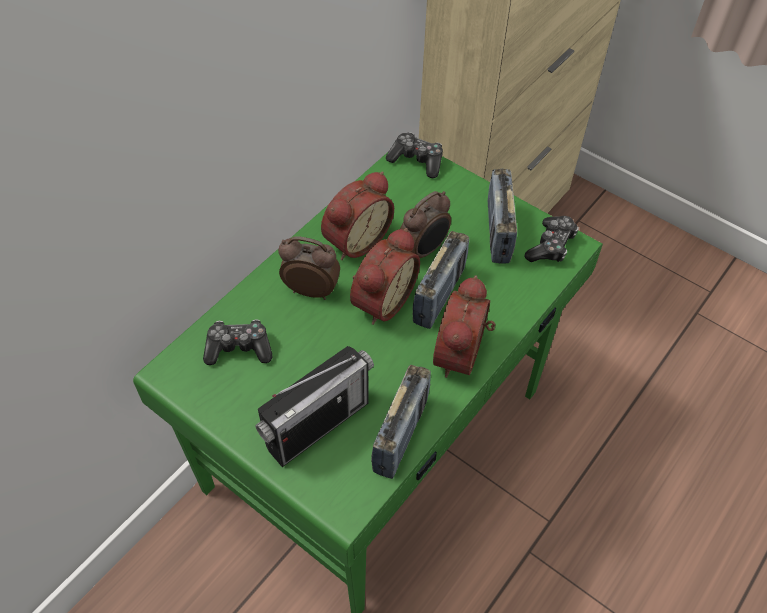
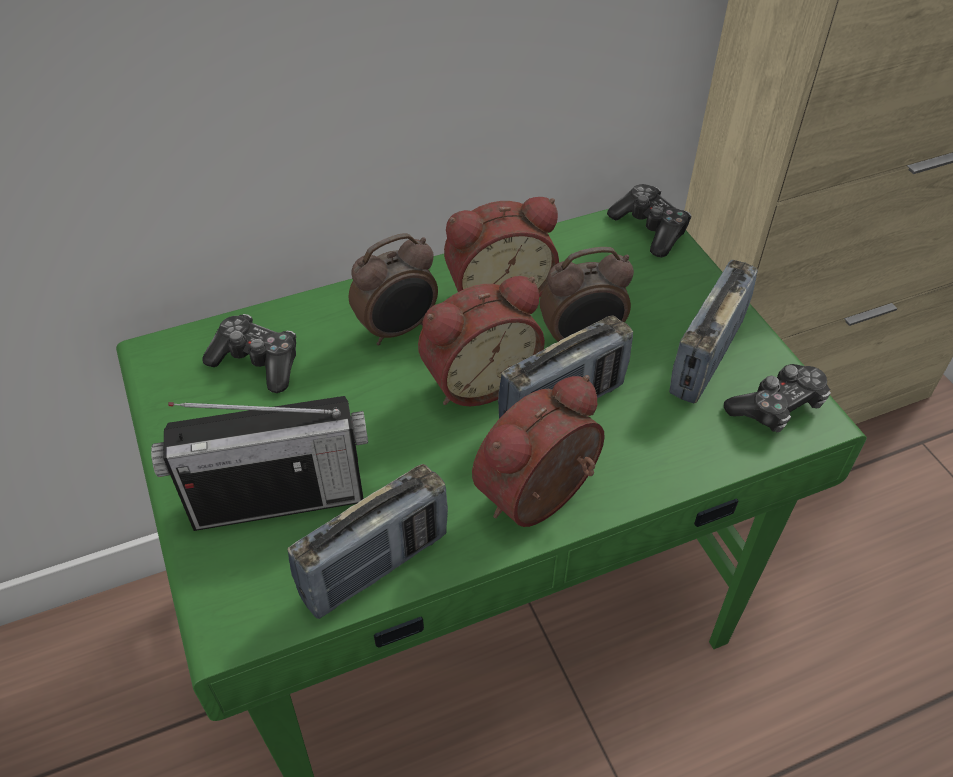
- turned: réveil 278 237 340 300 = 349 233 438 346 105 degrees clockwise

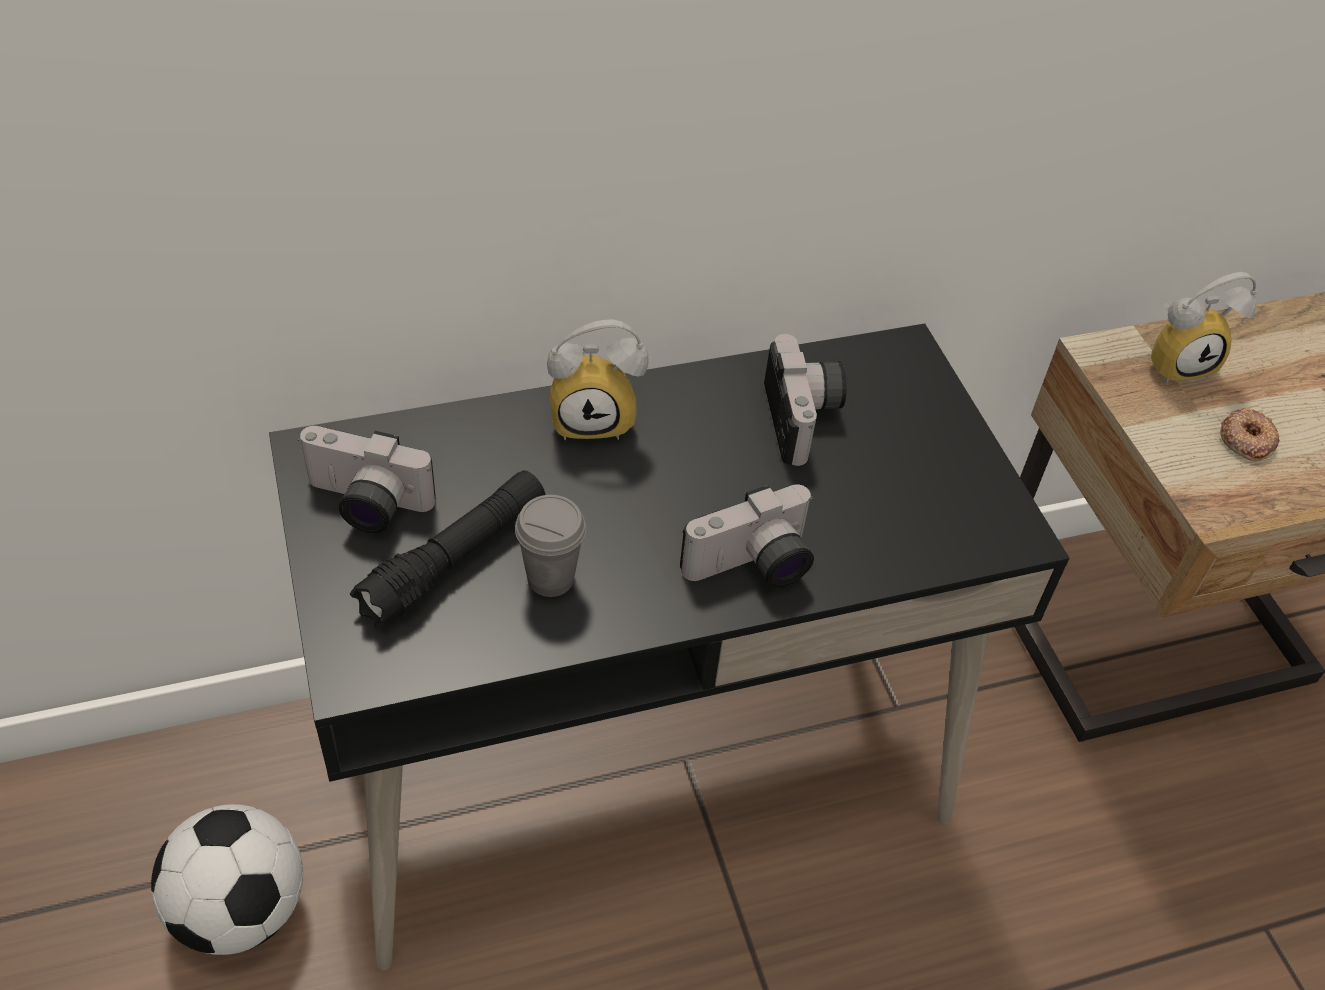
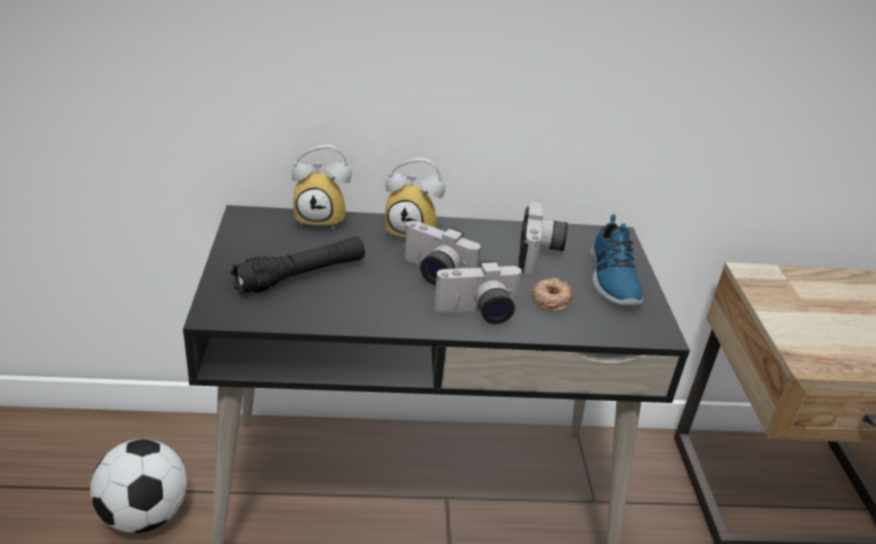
- moved: réveil 1151 272 1257 384 to 292 144 352 229
- moved: beignet 1220 408 1280 461 to 531 278 573 311
- moved: appareil photo 297 426 436 533 to 404 221 481 285
- removed: tasse/gris 515 495 586 597
- added: chaussure 590 214 643 305

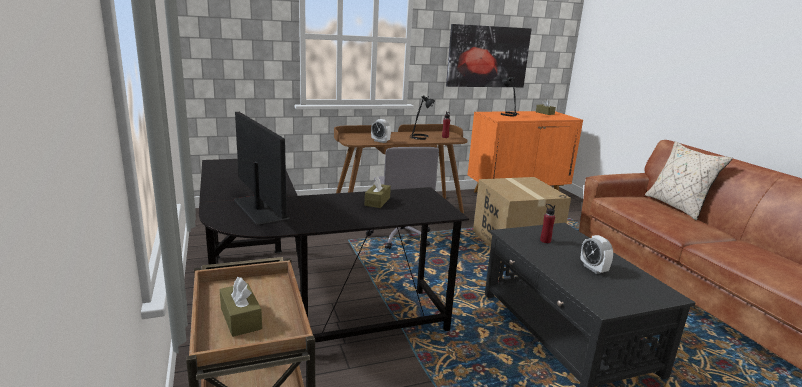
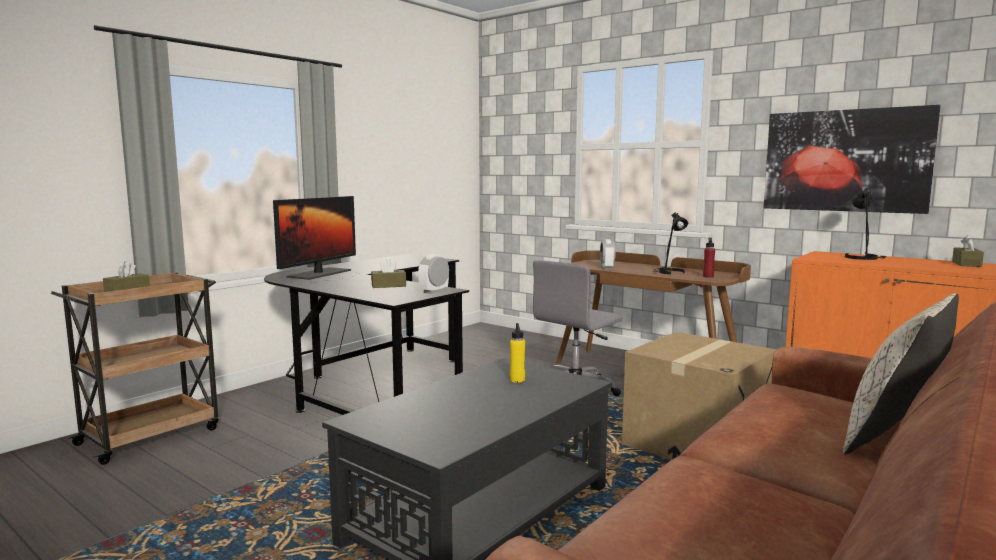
- recoloured: bouteille/rouge 540 204 555 243 to bouteille/jaune 510 323 525 383
- moved: réveil 580 235 613 274 to 418 254 449 294

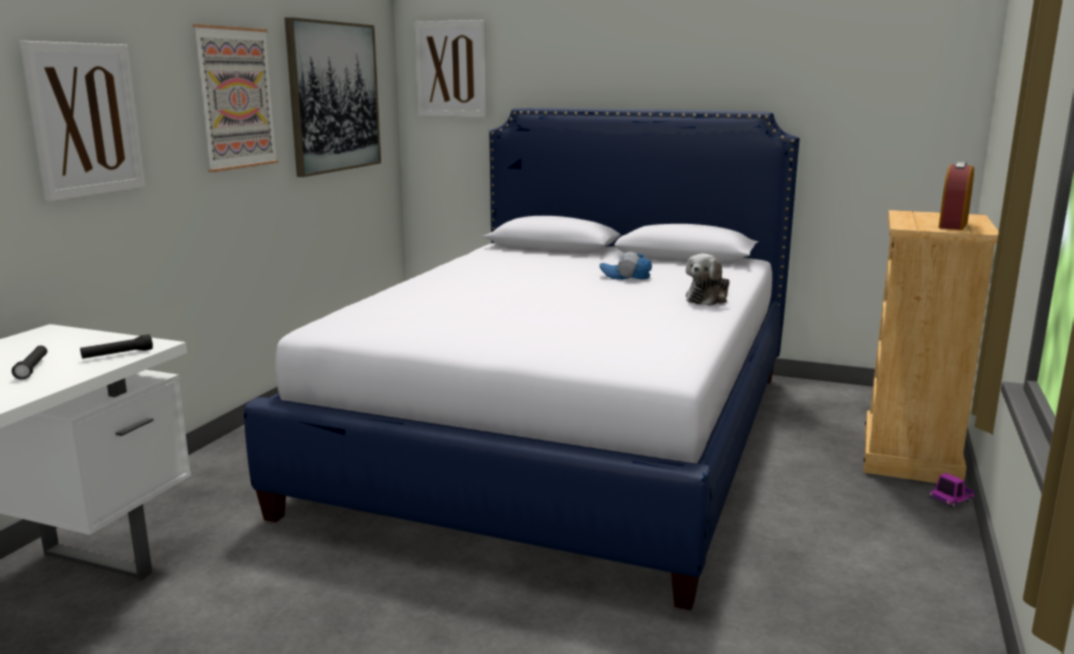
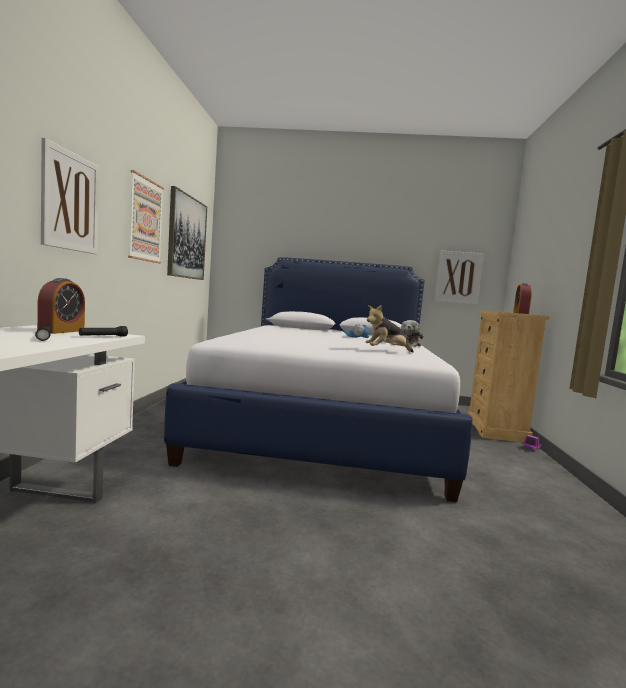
- moved: tableau 415 20 487 118 to 435 251 484 305
- added: réveil 37 278 85 334
- added: peluche 365 305 414 353

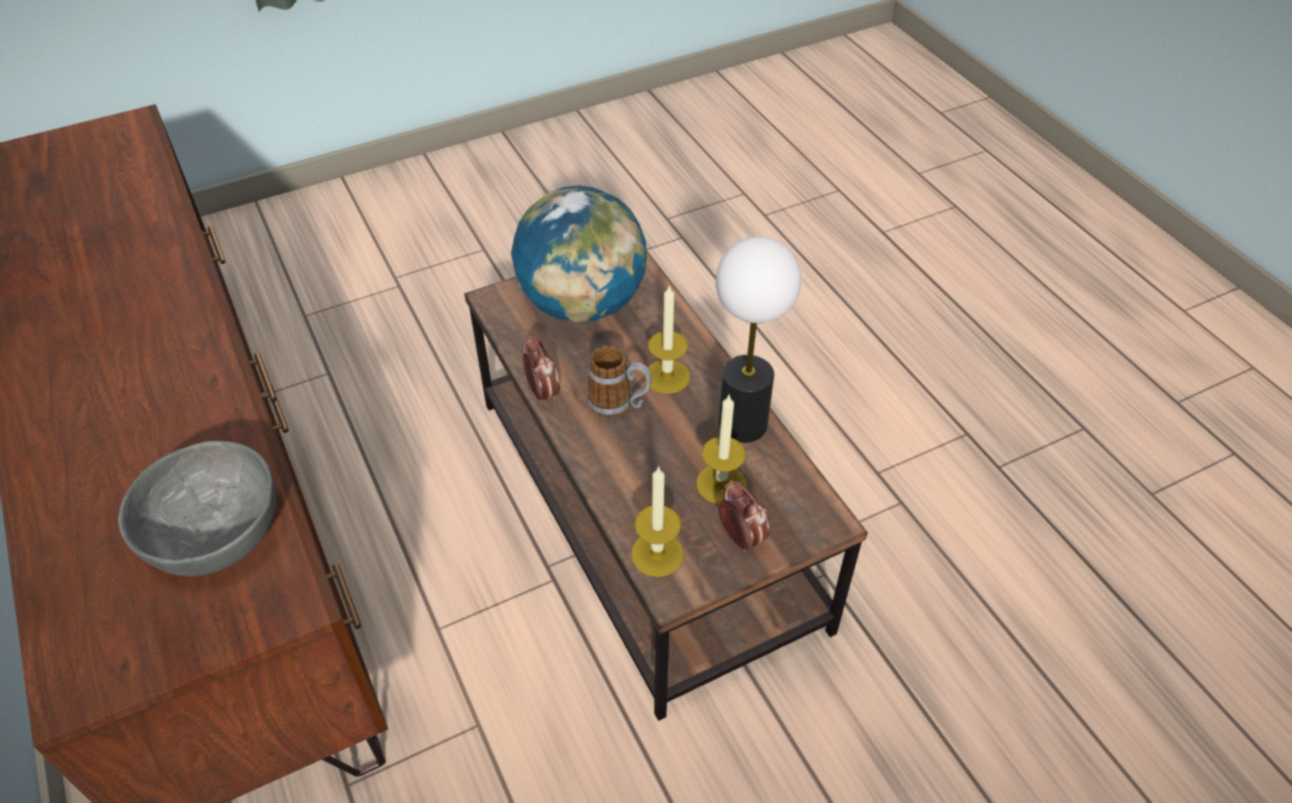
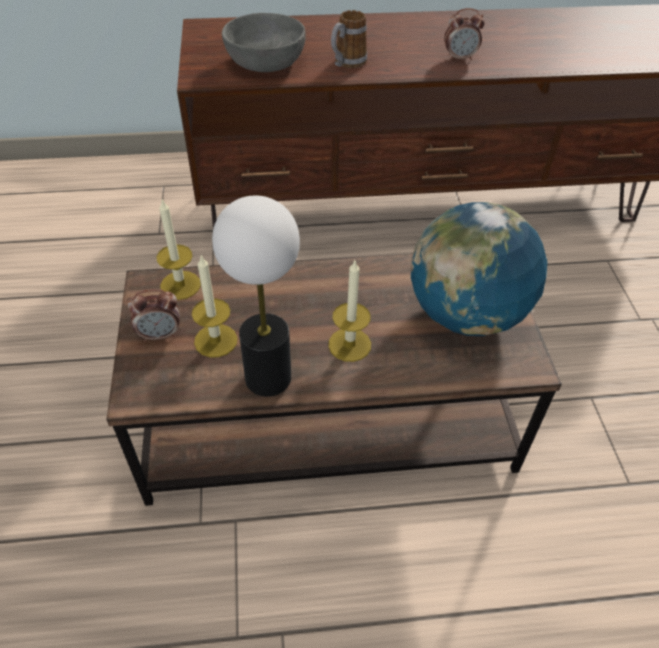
- moved: réveil 523 336 560 404 to 444 8 485 61
- moved: mug 587 346 652 418 to 331 10 367 68

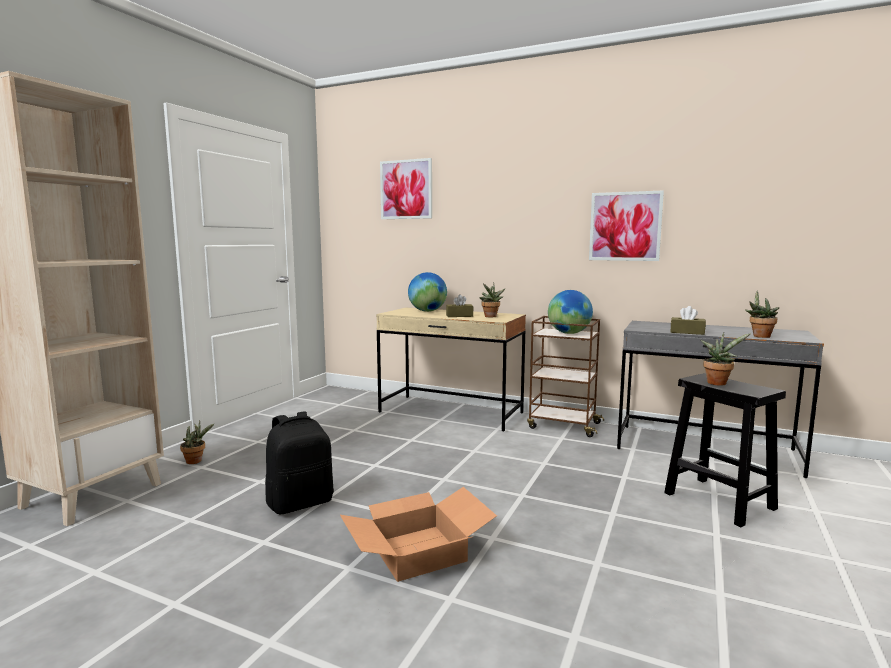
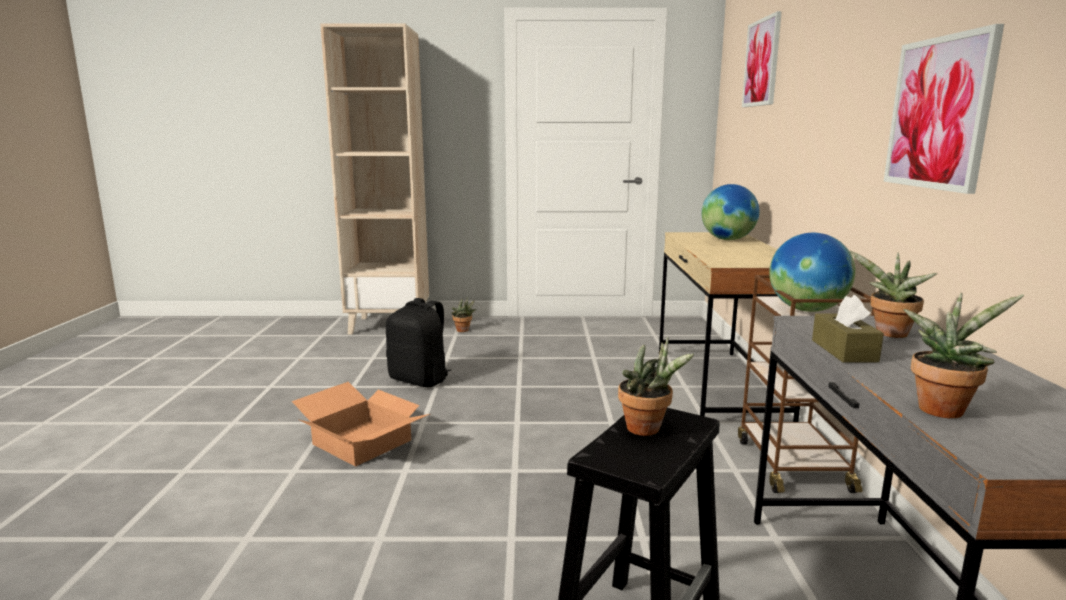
- moved: plante en pot 479 283 506 317 to 849 251 937 338
- removed: boîte à mouchoirs/marron 446 295 473 317

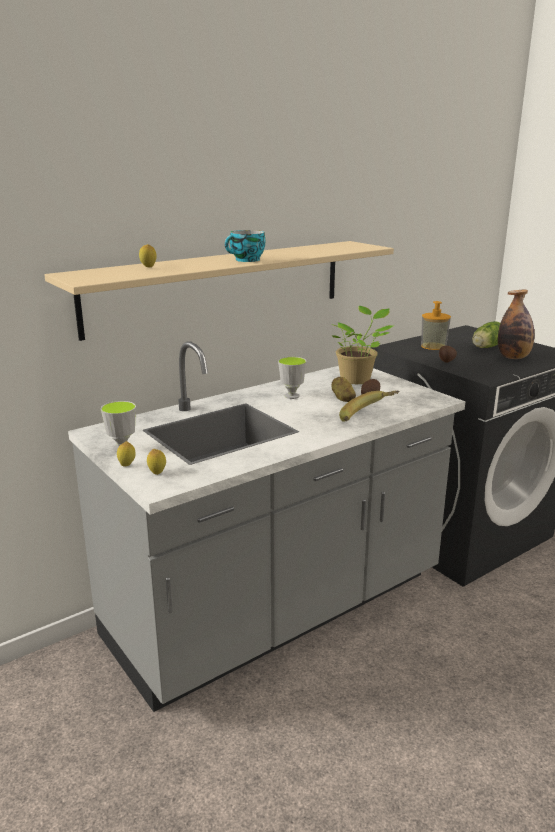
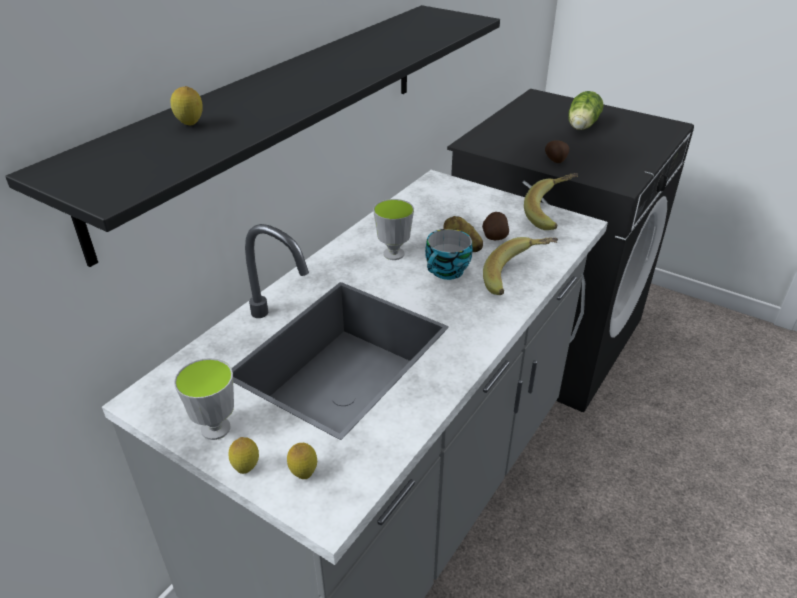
- moved: tasse 225 230 265 262 to 425 229 472 280
- recoloured: étagère/beige 44 241 394 341 to étagère/noir 5 5 500 267
- removed: bouteille 498 290 534 359
- removed: distributeur de savon 421 301 451 350
- removed: plante en pot 331 306 393 384
- added: banane 524 173 578 230

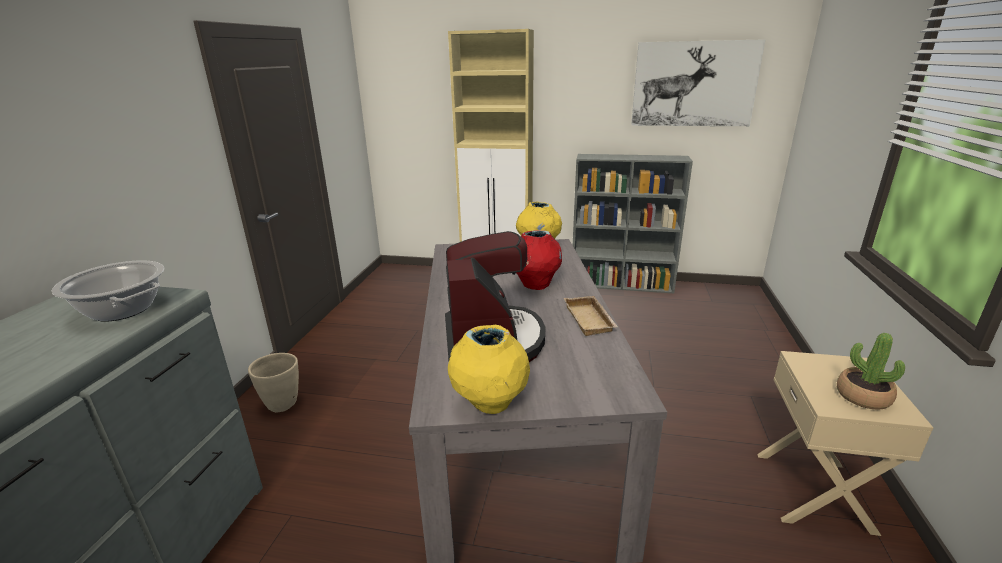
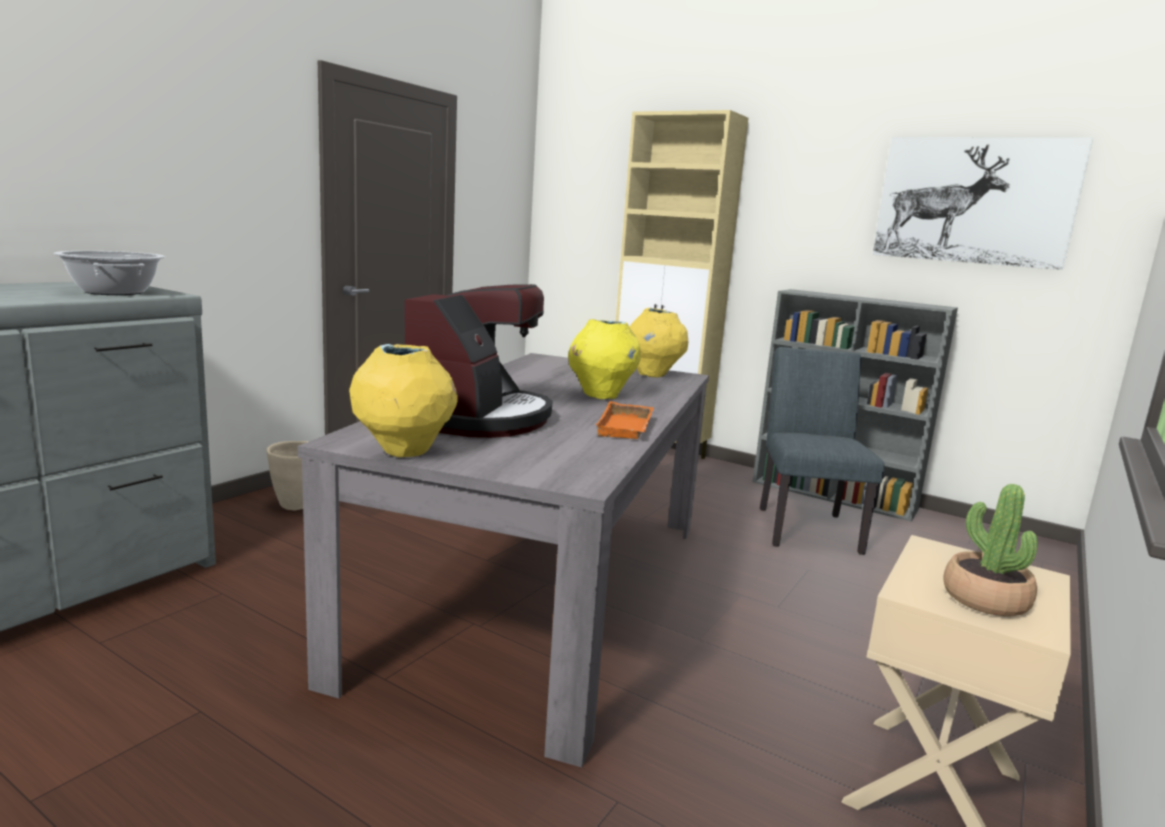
- recoloured: vase/rouge 516 230 562 290 to vase/jaune 568 319 641 399
- recoloured: plateau/beige 564 296 618 336 to plateau/orange 595 401 654 439
- added: chaise/gris 760 347 884 555

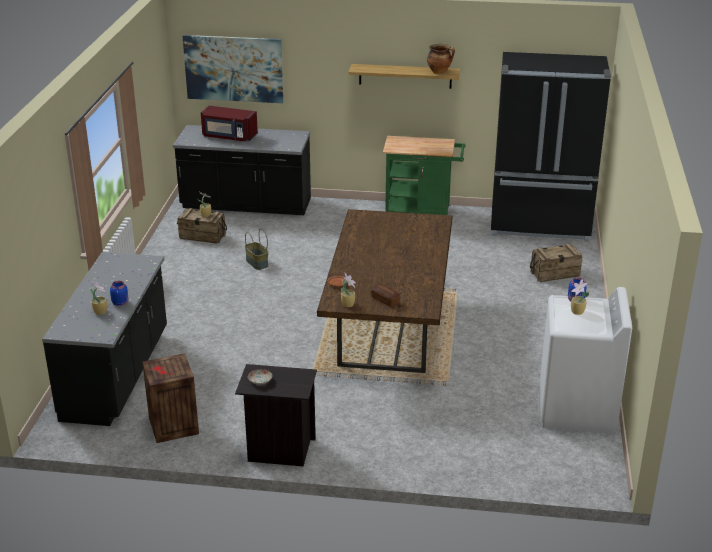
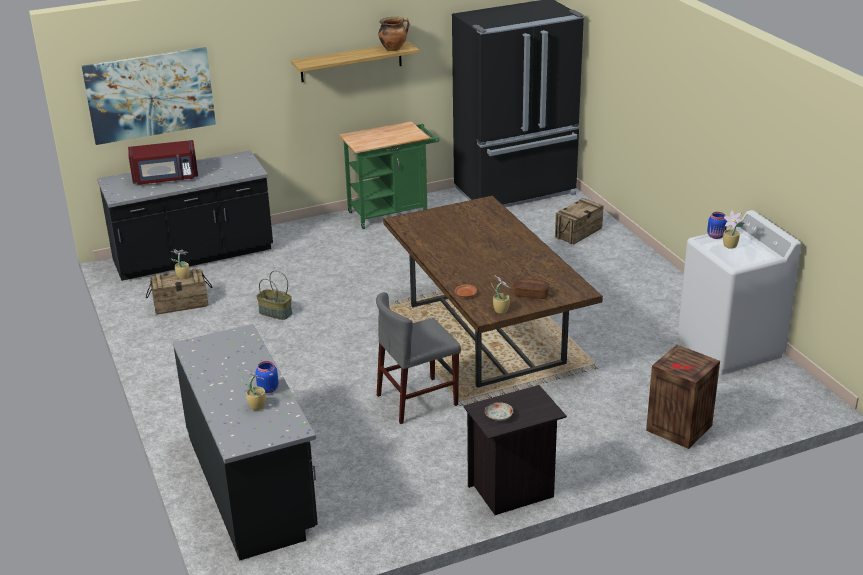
- moved: caisse 142 353 199 443 to 646 345 720 449
- added: chaise/gris 376 292 461 424

